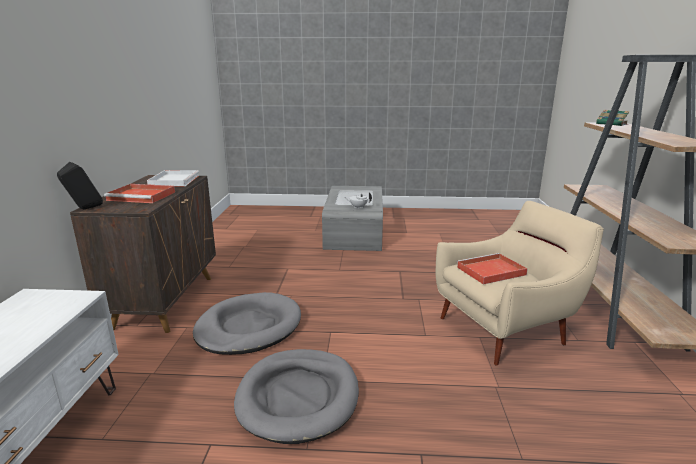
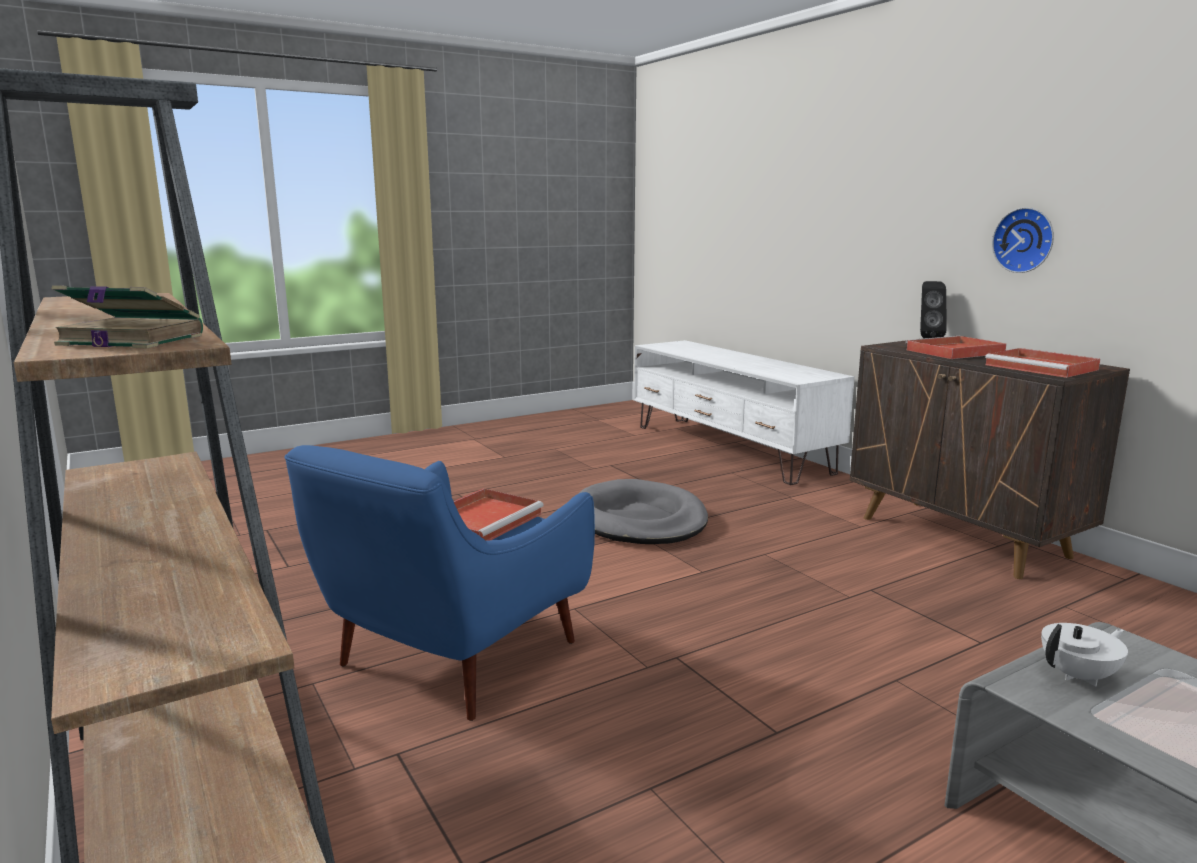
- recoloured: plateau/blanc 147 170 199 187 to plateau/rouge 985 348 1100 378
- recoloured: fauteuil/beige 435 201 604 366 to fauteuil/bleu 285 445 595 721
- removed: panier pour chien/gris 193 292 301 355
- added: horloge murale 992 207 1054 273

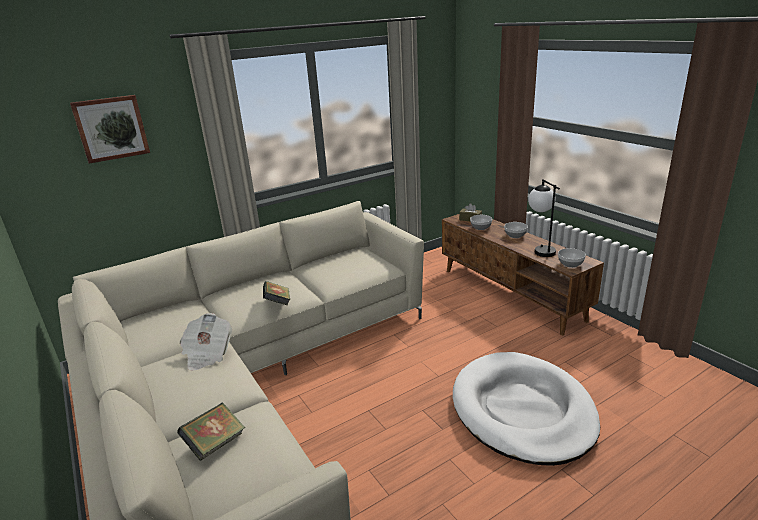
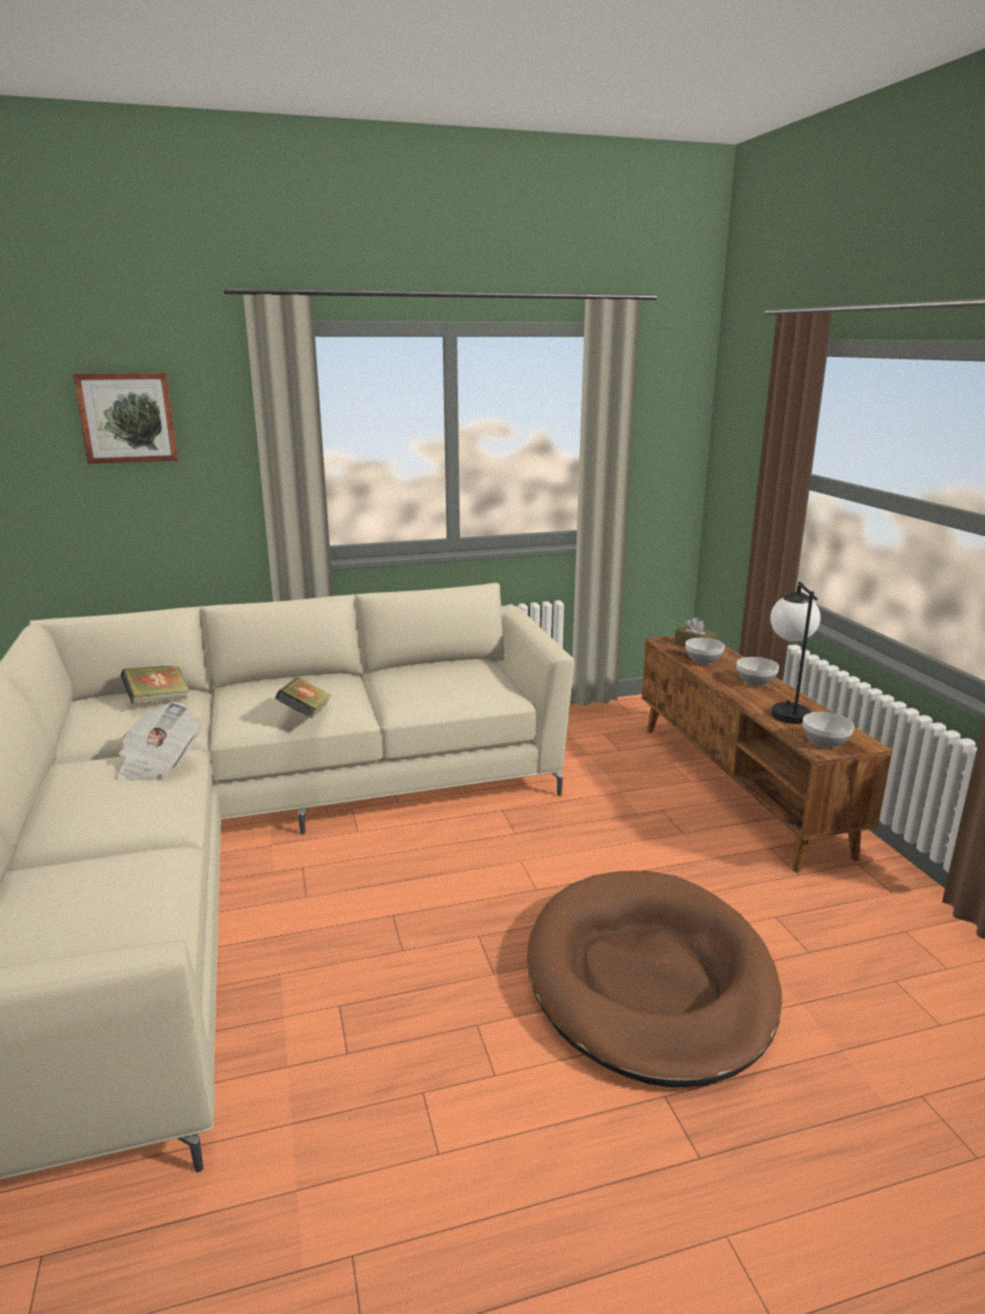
- recoloured: panier pour chien/blanc 453 352 600 466 to panier pour chien/marron 527 871 782 1088
- moved: livre 177 403 245 461 to 121 666 190 704

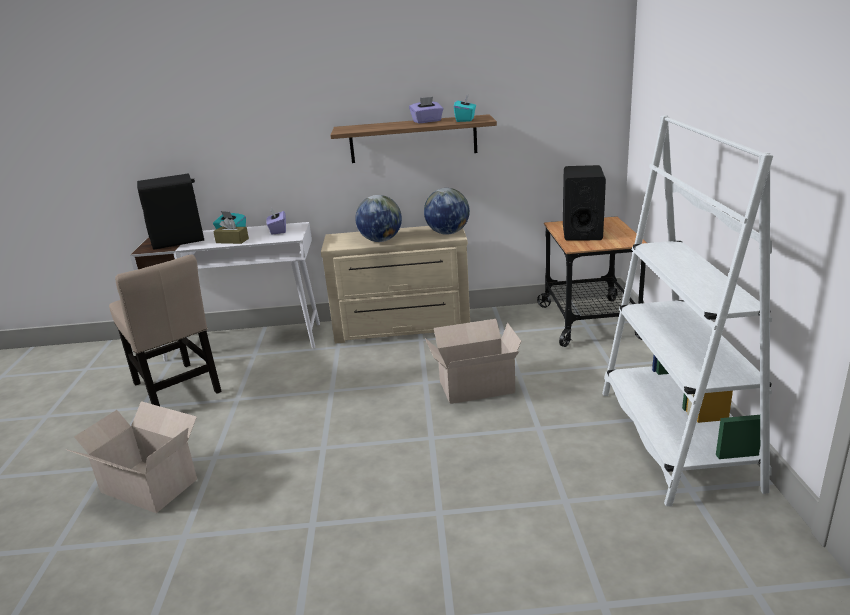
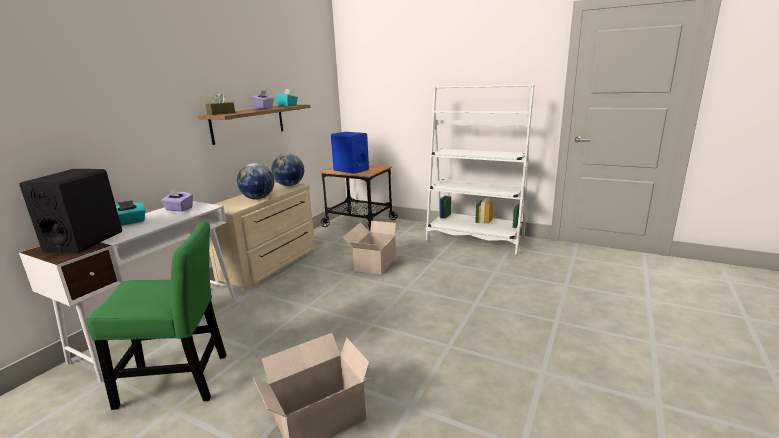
- recoloured: enceinte/noir 563 165 606 241 to enceinte/bleu 331 132 369 174
- moved: boîte à mouchoirs/marron 213 218 249 244 to 206 93 235 115
- recoloured: chaise/beige 109 254 222 406 to chaise/vert 87 221 226 410

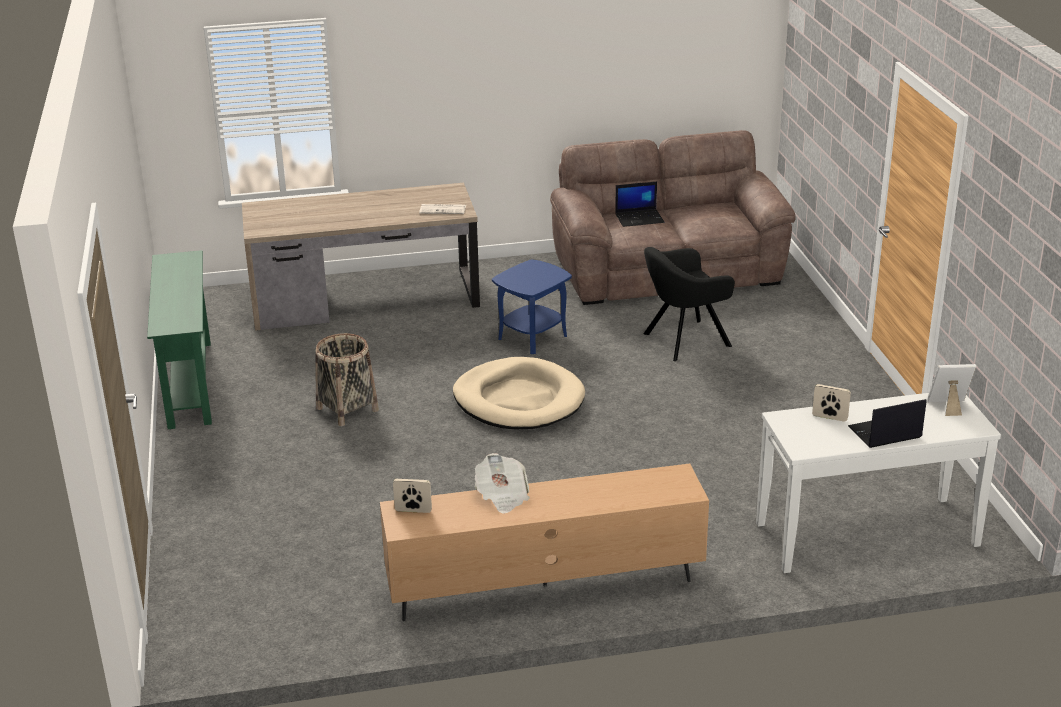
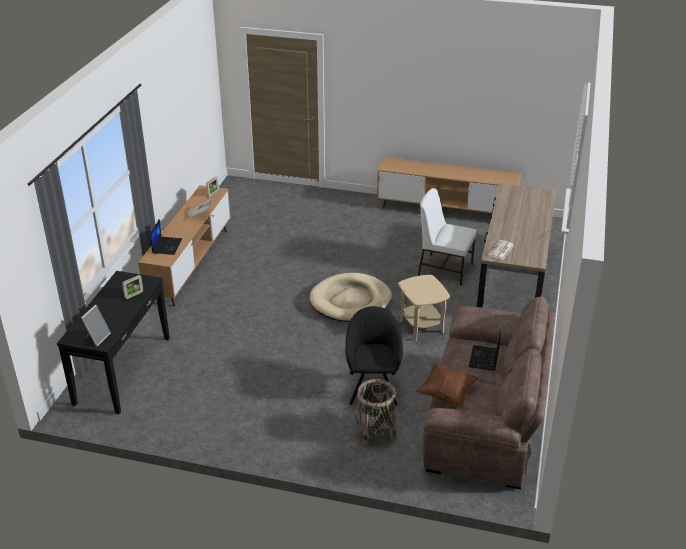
- replaced: table console/vert 147 250 212 429 to meuble télé/marron 377 157 521 213
- recoloured: table d'appoint/bleu 492 260 572 354 to table d'appoint/beige 398 275 450 341
- moved: panier 315 333 379 426 to 355 379 396 445
- recoloured: table console/blanc 756 393 1001 573 to table console/noir 57 271 170 414
- moved: ordinateur portable 848 399 927 448 to 150 219 182 255
- added: chaise/blanc 418 188 477 285
- added: coussin/marron 415 363 479 408

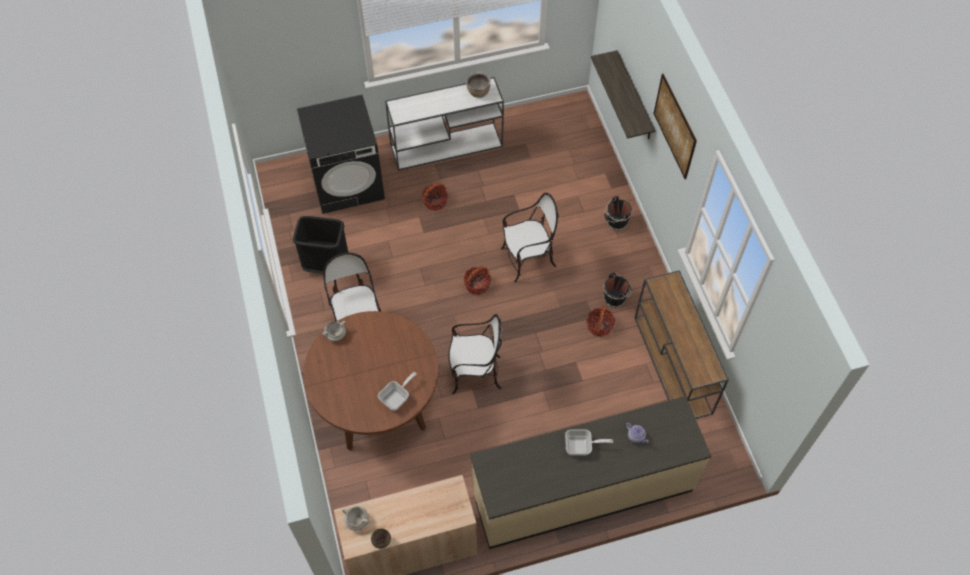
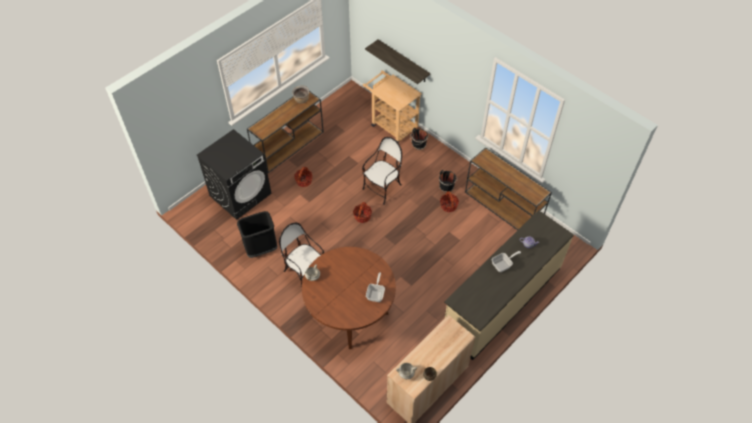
- removed: tableau 653 74 697 179
- recoloured: table console/blanc 385 77 504 171 to table console/marron 247 91 324 173
- removed: chaise 448 314 502 394
- added: chariot/beige 363 70 422 142

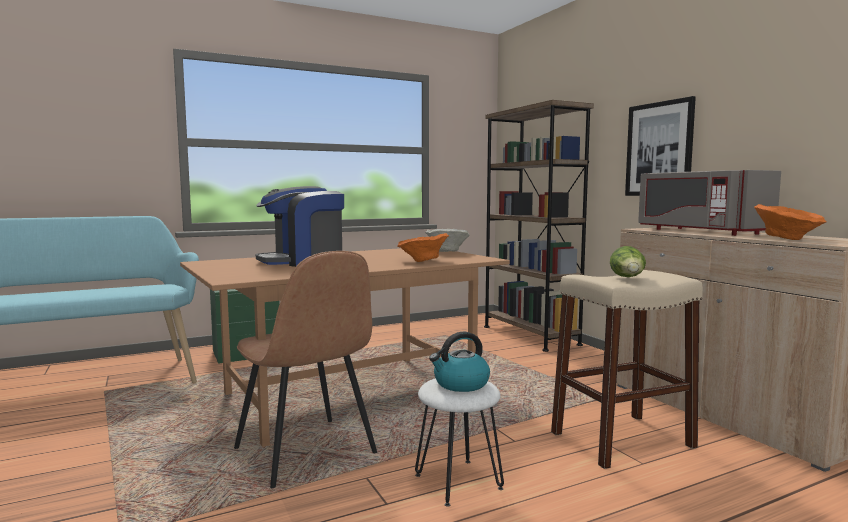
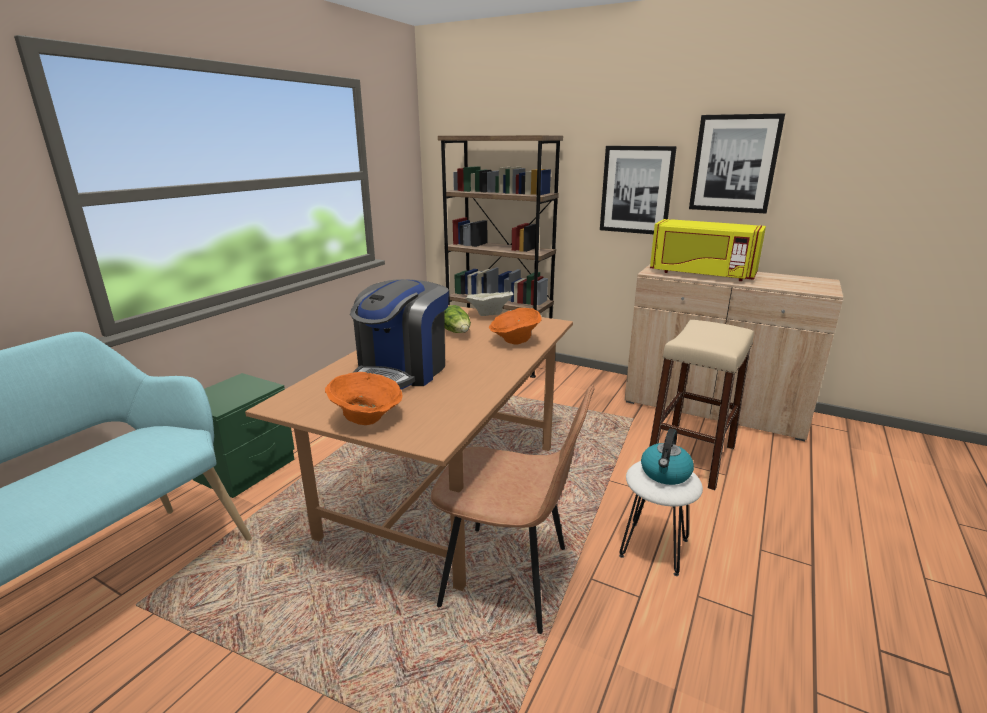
- recoloured: micro-ondes/gris 638 170 781 236 to micro-ondes/jaune 650 219 766 281
- moved: bol/orange 754 204 826 240 to 325 372 403 425
- moved: laitue 610 246 646 277 to 444 305 471 333
- added: tableau 689 113 785 214

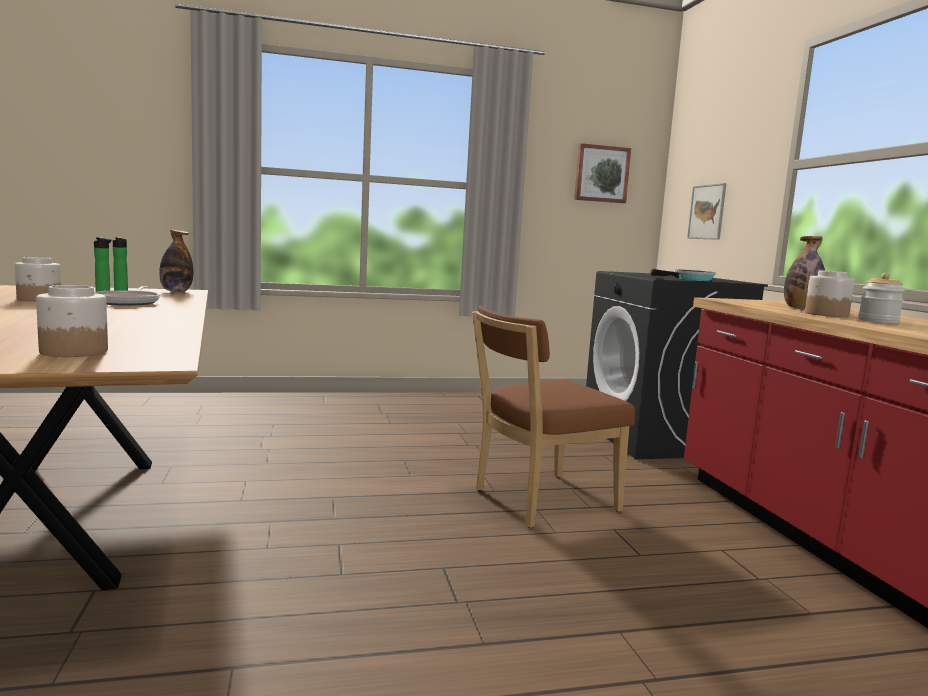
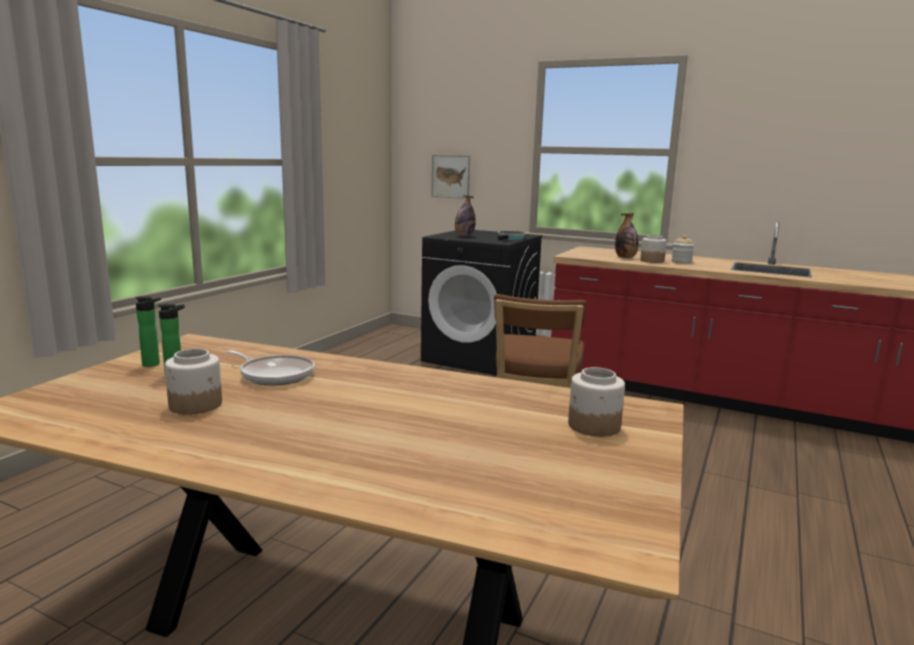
- removed: tableau 574 143 631 203
- moved: bouteille 159 229 193 292 to 455 195 476 236

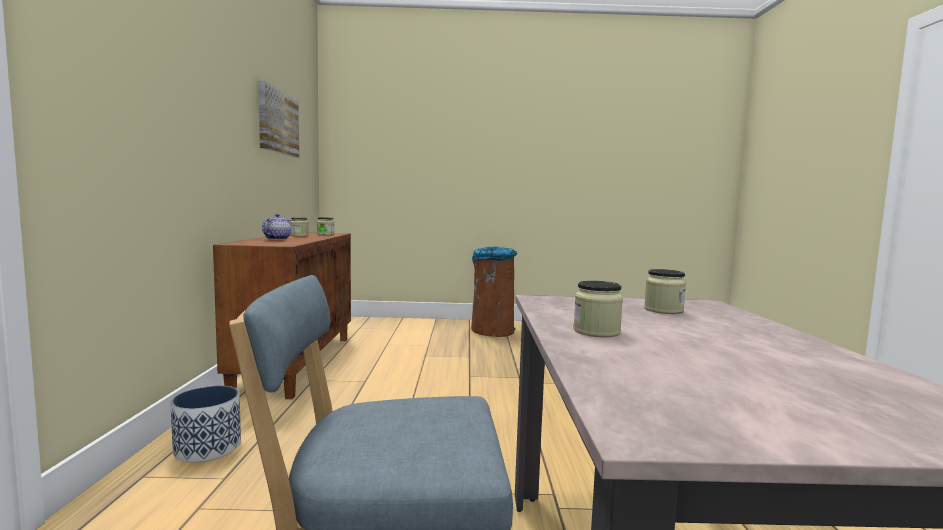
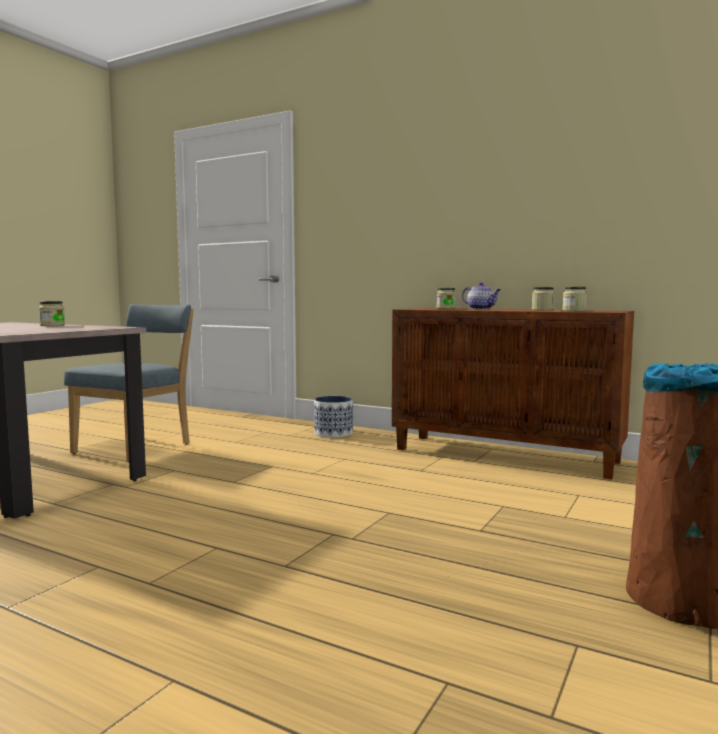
- removed: tableau 258 81 299 158
- moved: bocal 644 269 686 314 to 436 288 456 309

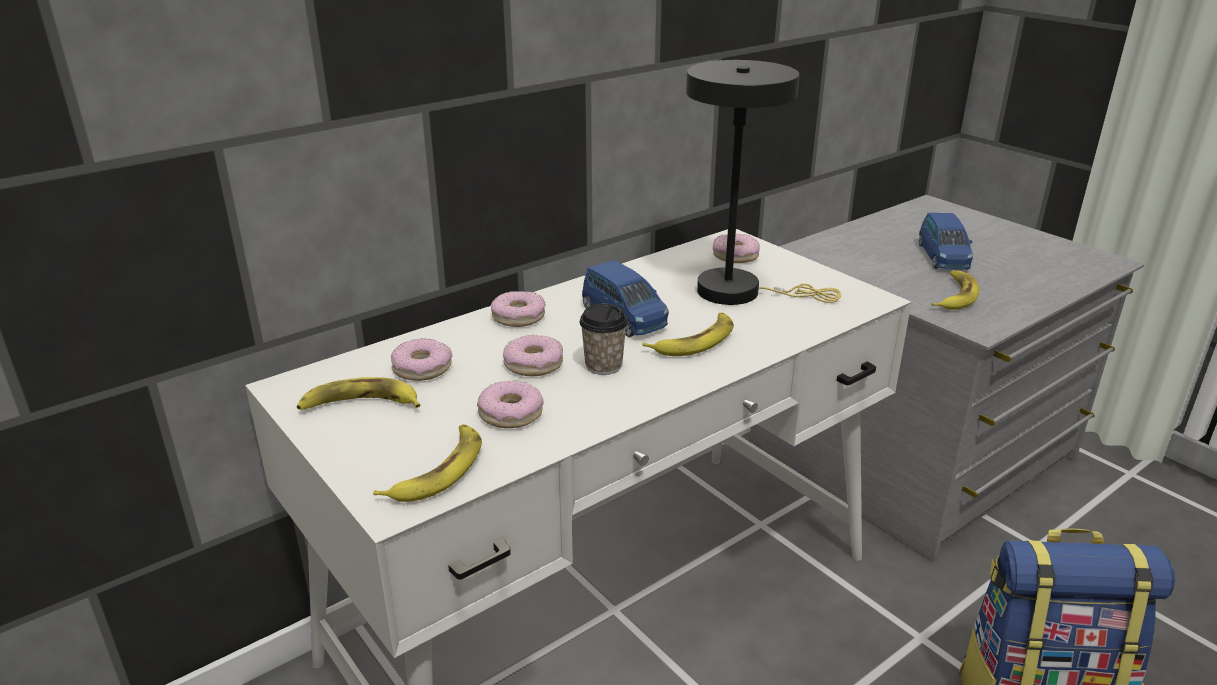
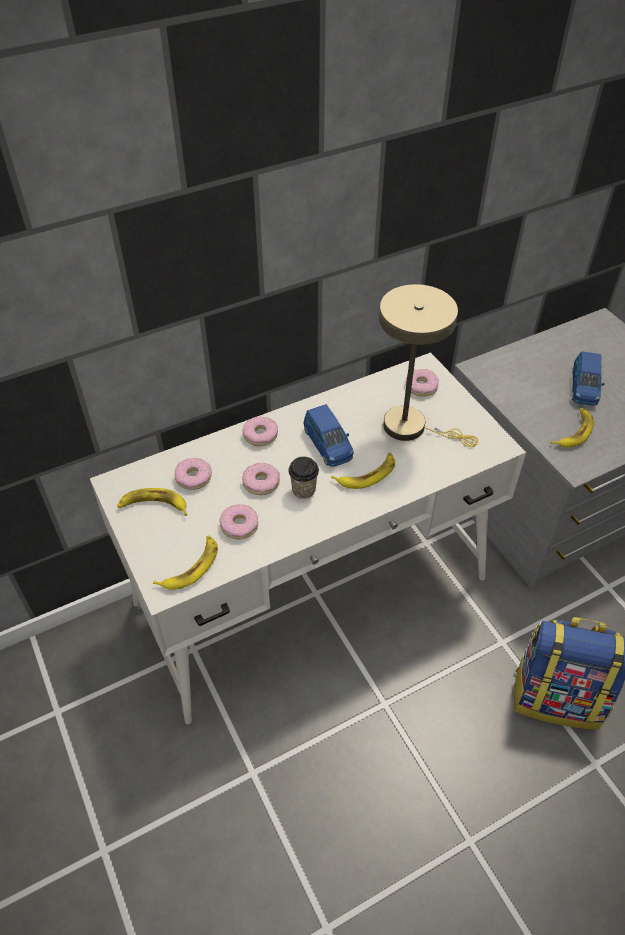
- recoloured: lampe de table/noir 686 60 841 305 to lampe de table/beige 379 284 478 447

